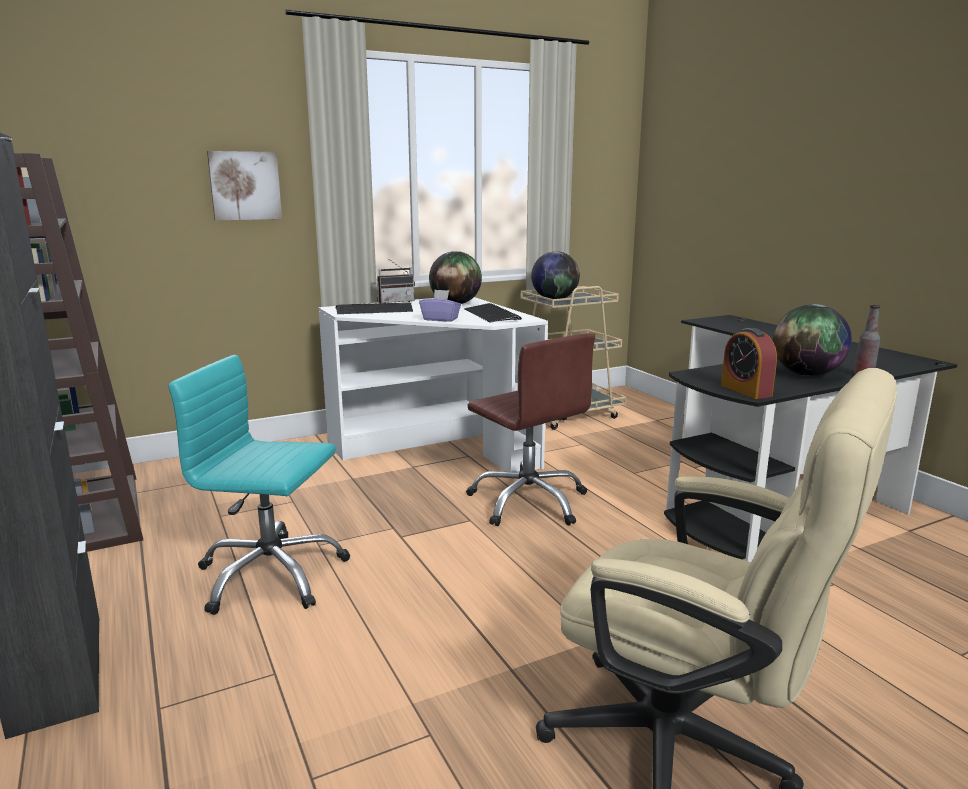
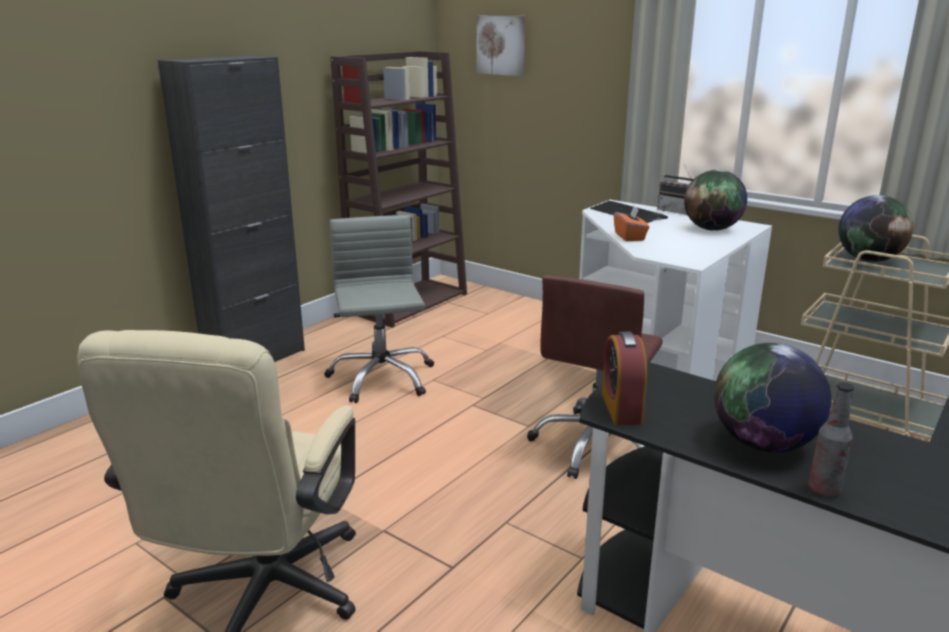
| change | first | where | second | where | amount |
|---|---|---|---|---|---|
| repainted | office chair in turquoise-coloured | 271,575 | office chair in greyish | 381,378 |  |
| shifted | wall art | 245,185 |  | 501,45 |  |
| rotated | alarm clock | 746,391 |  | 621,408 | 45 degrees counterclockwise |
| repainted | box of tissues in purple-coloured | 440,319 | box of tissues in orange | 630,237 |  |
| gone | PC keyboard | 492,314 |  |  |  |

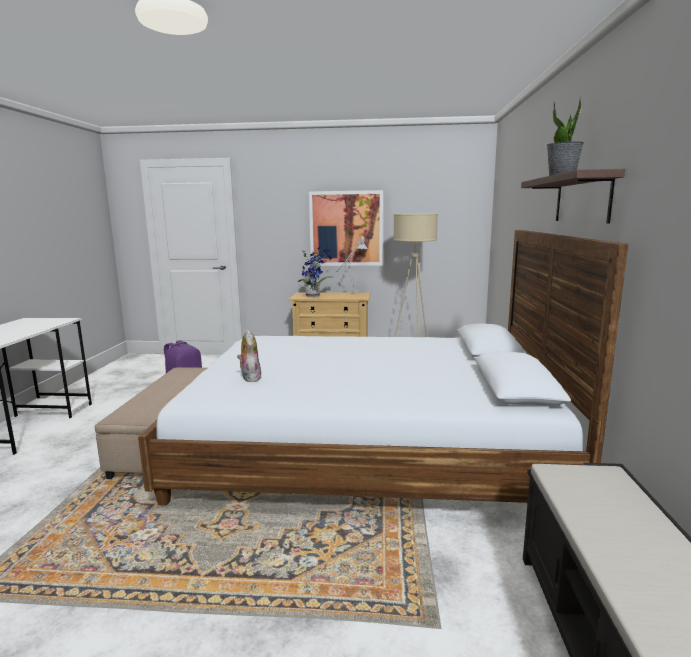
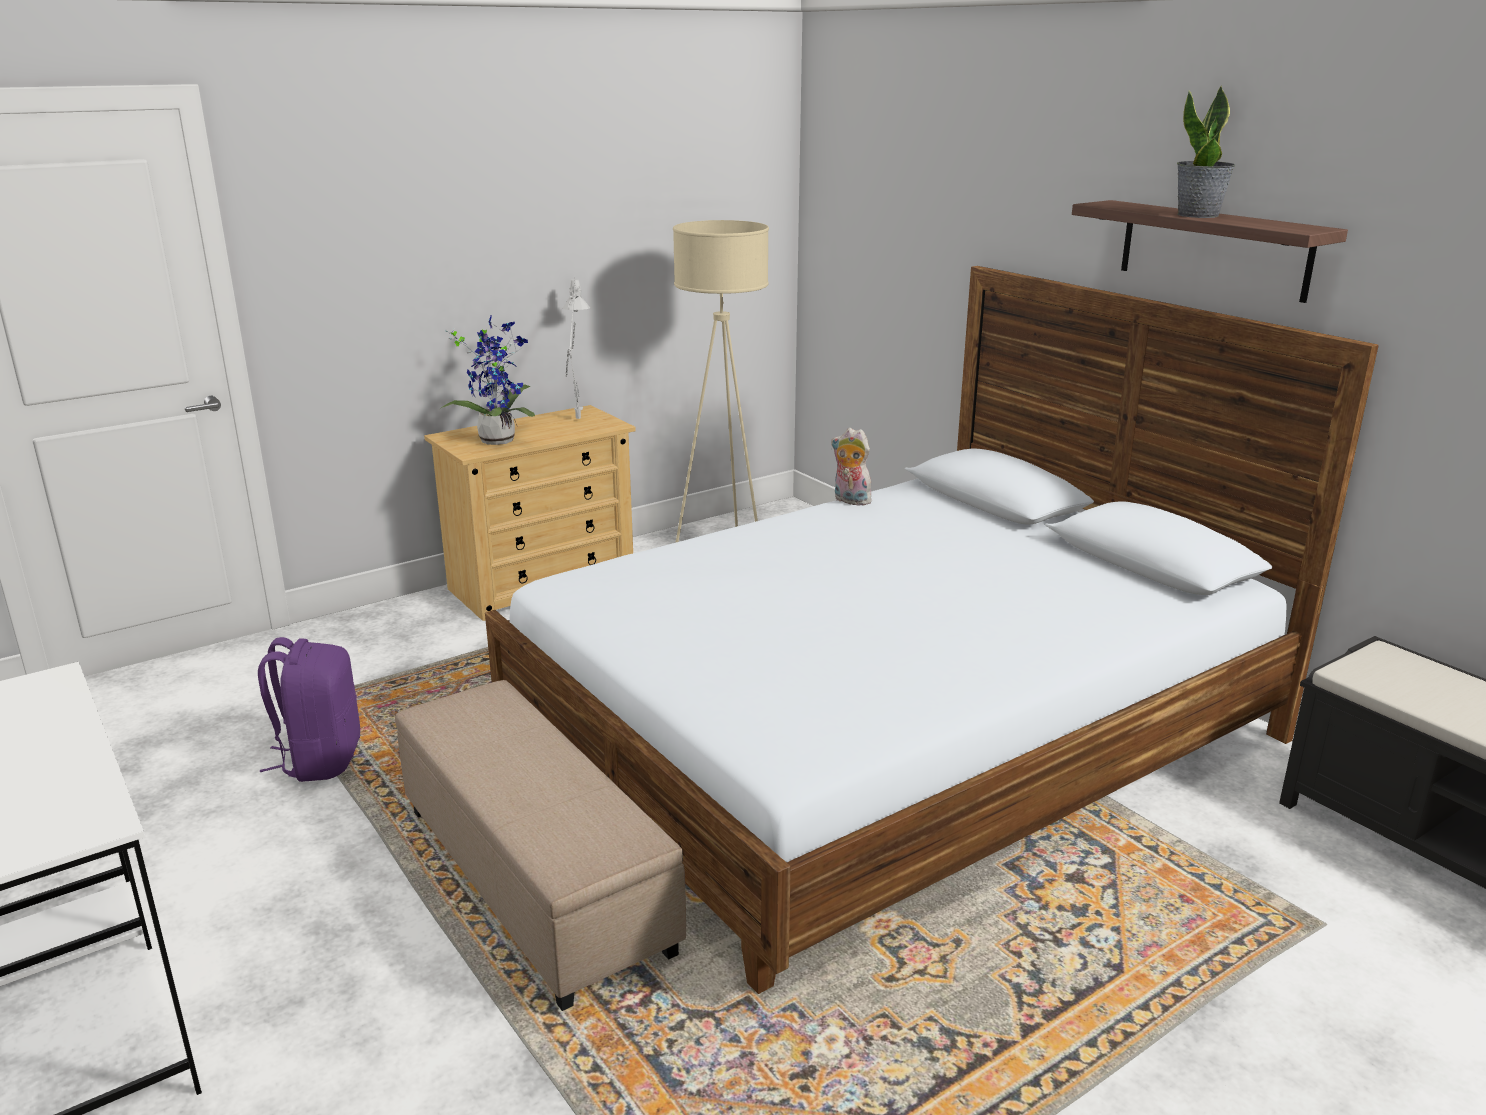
| change | first | where | second | where | amount |
|---|---|---|---|---|---|
| shifted | soft toy | 249,377 |  | 850,501 |  |
| gone | wall art | 346,228 |  |  |  |

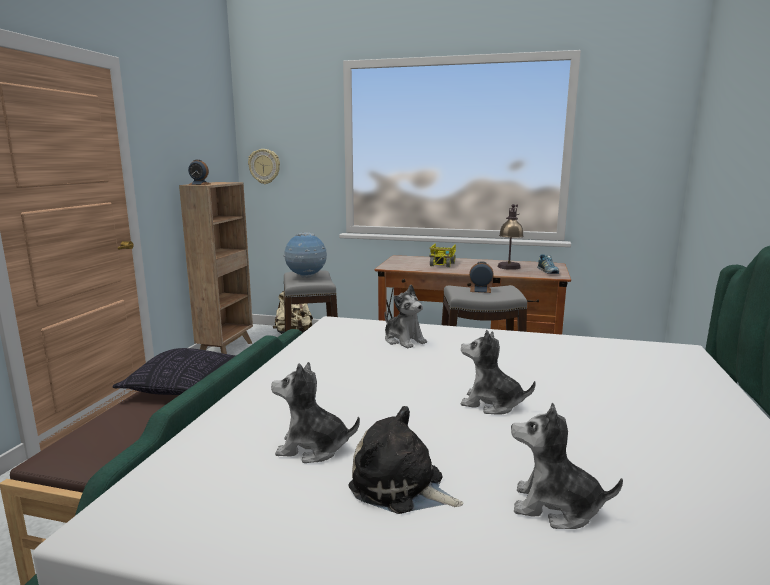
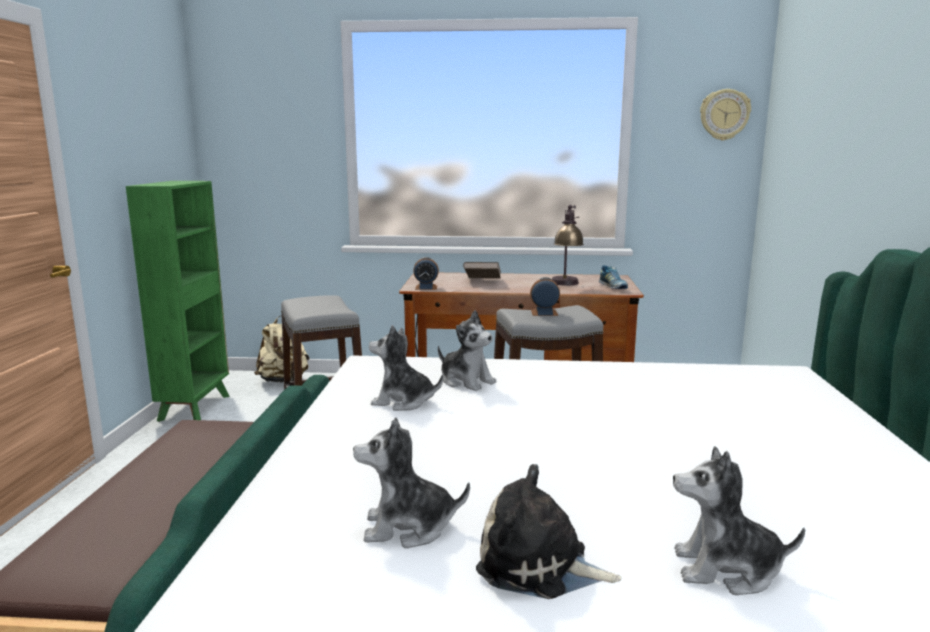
| change | first | where | second | where | amount |
|---|---|---|---|---|---|
| repainted | bookshelf in brown-coloured | 226,349 | bookshelf in green-coloured | 196,407 |  |
| shifted | soft toy | 491,404 |  | 403,402 |  |
| shifted | alarm clock | 199,184 |  | 426,287 |  |
| swapped | toy lorry | 442,264 | volume in brown-coloured | 482,282 |  |
| shifted | wall clock | 264,166 |  | 724,114 |  |
| gone | pillow | 184,386 |  |  |  |
| gone | world globe | 306,277 |  |  |  |

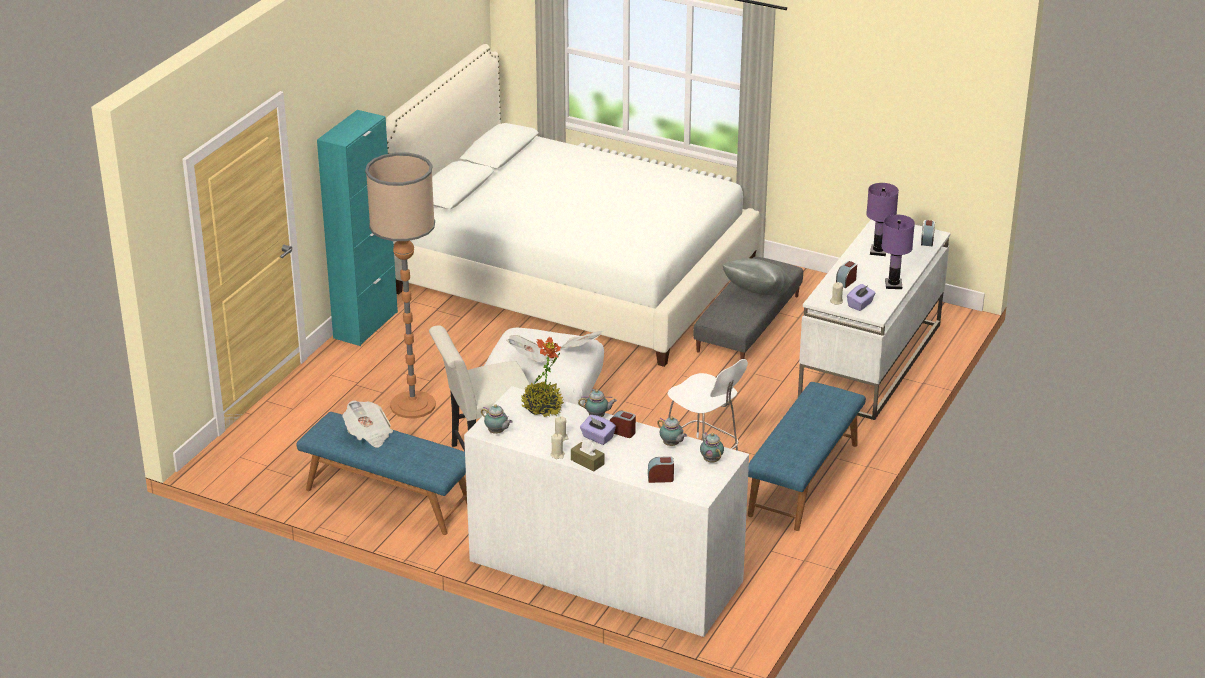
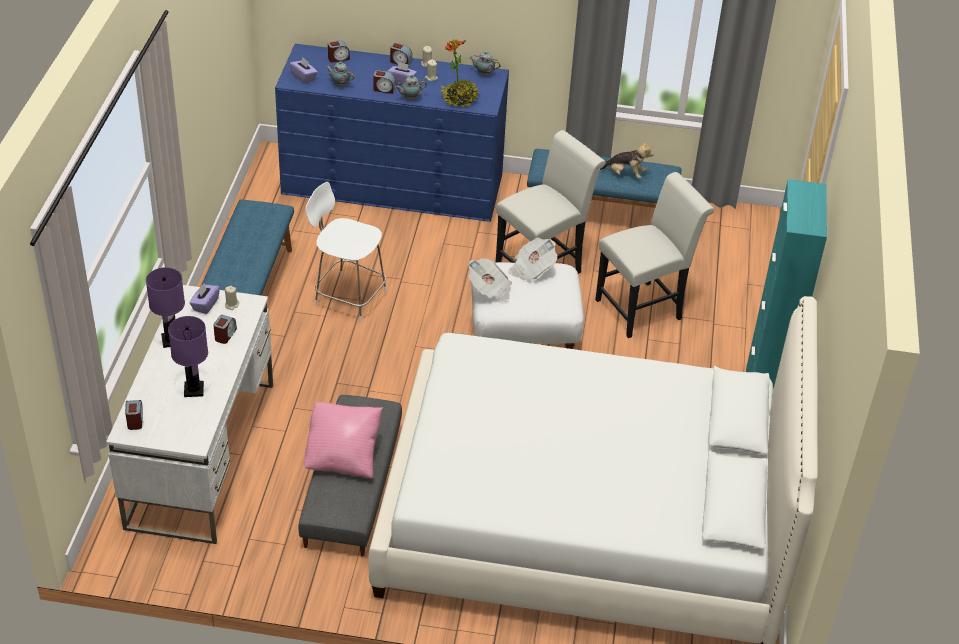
| change | first | where | second | where | amount |
|---|---|---|---|---|---|
| repainted | drawer chest in whitish | 605,570 | drawer chest in blue-coloured | 393,184 |  |
| swapped | tea pot | 711,460 | box of tissues in purple-coloured | 304,77 |  |
| repainted | pillow in greyish | 756,295 | pillow in pink-coloured | 343,456 |  |
| swapped | box of tissues in brown-coloured | 587,462 | alarm clock | 400,62 |  |
| swapped | floor lamp | 412,405 | upright chair in whitish | 644,307 |  |
| swapped | daily paper | 368,434 | soft toy | 625,174 |  |

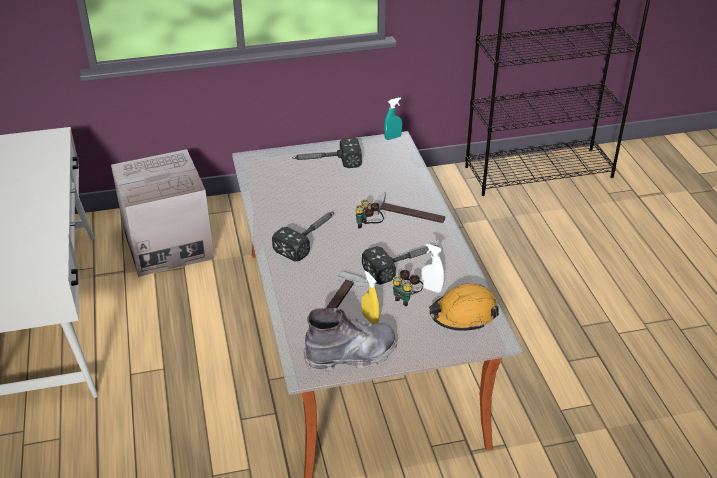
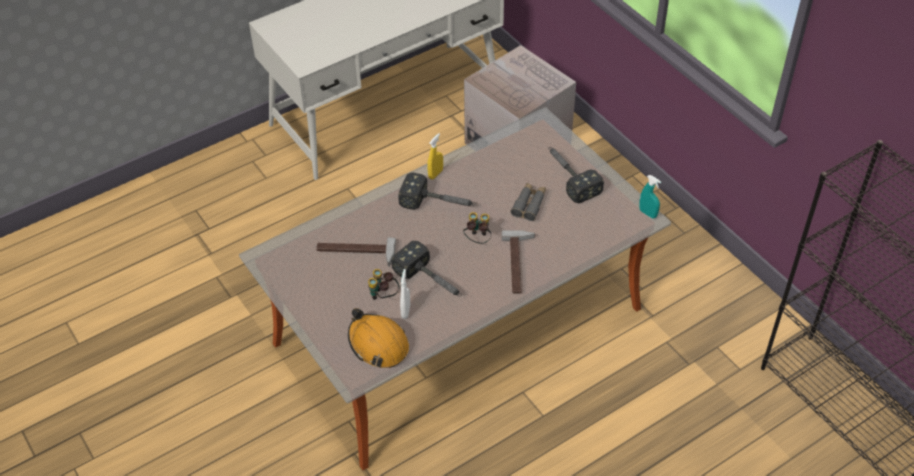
| change | first | where | second | where | amount |
|---|---|---|---|---|---|
| shifted | spray bottle in yellow-coloured | 370,319 |  | 435,174 |  |
| new |  |  | pair of binoculars in greyish | 529,204 |  |
| gone | tall boot in greyish | 351,355 |  |  |  |

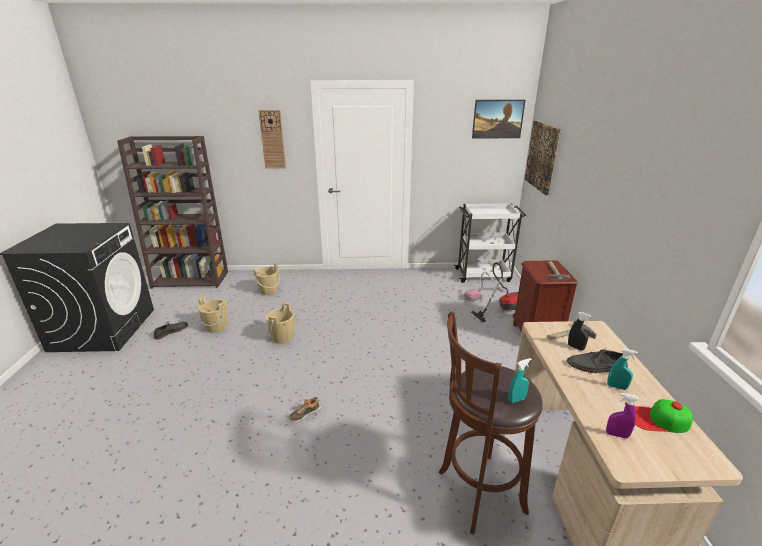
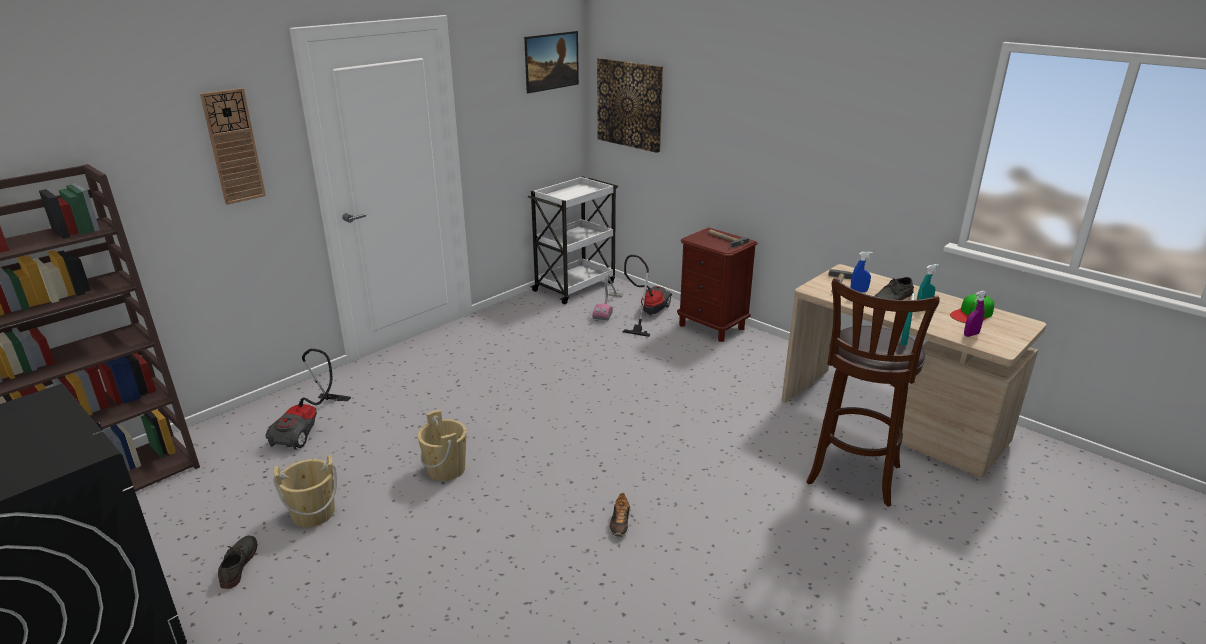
| change | first | where | second | where | amount |
|---|---|---|---|---|---|
| swapped | pail in beige-coloured | 268,290 | hoover | 309,428 |  |
| repainted | spray bottle in black-coloured | 575,347 | spray bottle in blue-coloured | 858,291 |  |

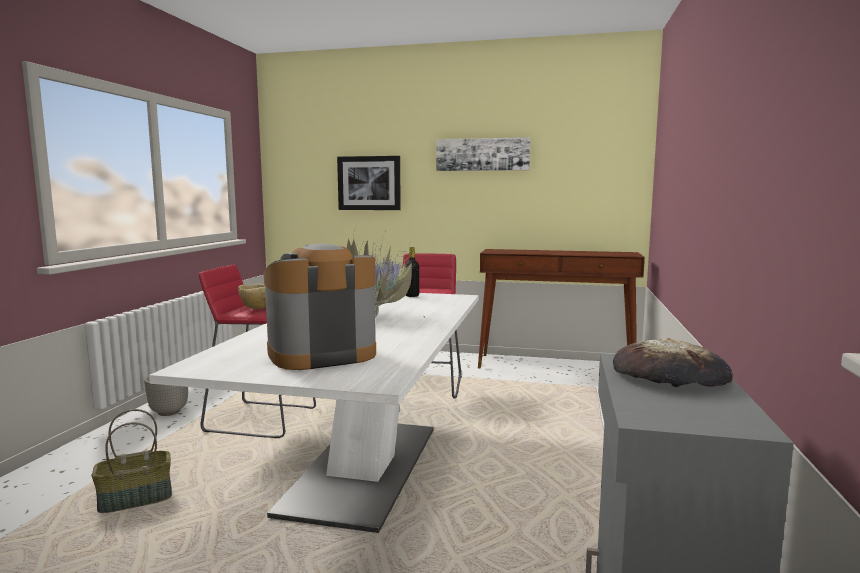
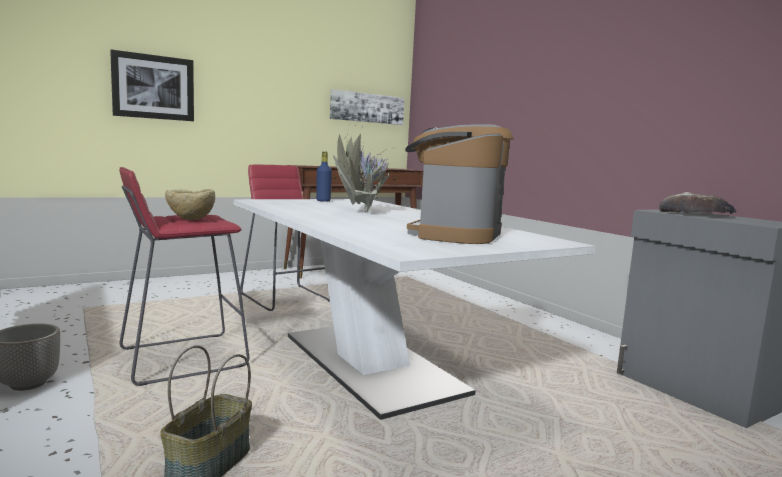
| change | first | where | second | where | amount |
|---|---|---|---|---|---|
| repainted | beverage bottle in black-coloured | 412,296 | beverage bottle in blue-coloured | 323,200 |  |
| shifted | wall art | 482,154 |  | 367,108 |  |

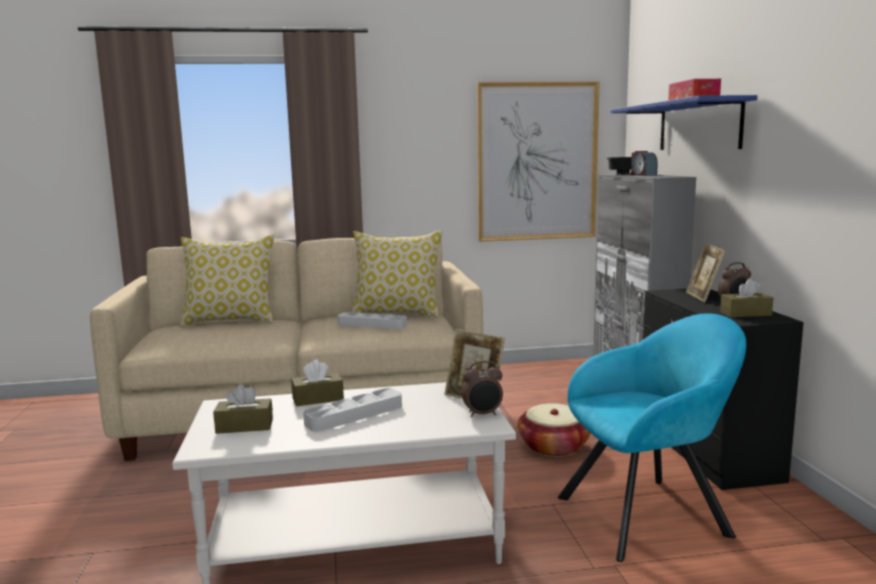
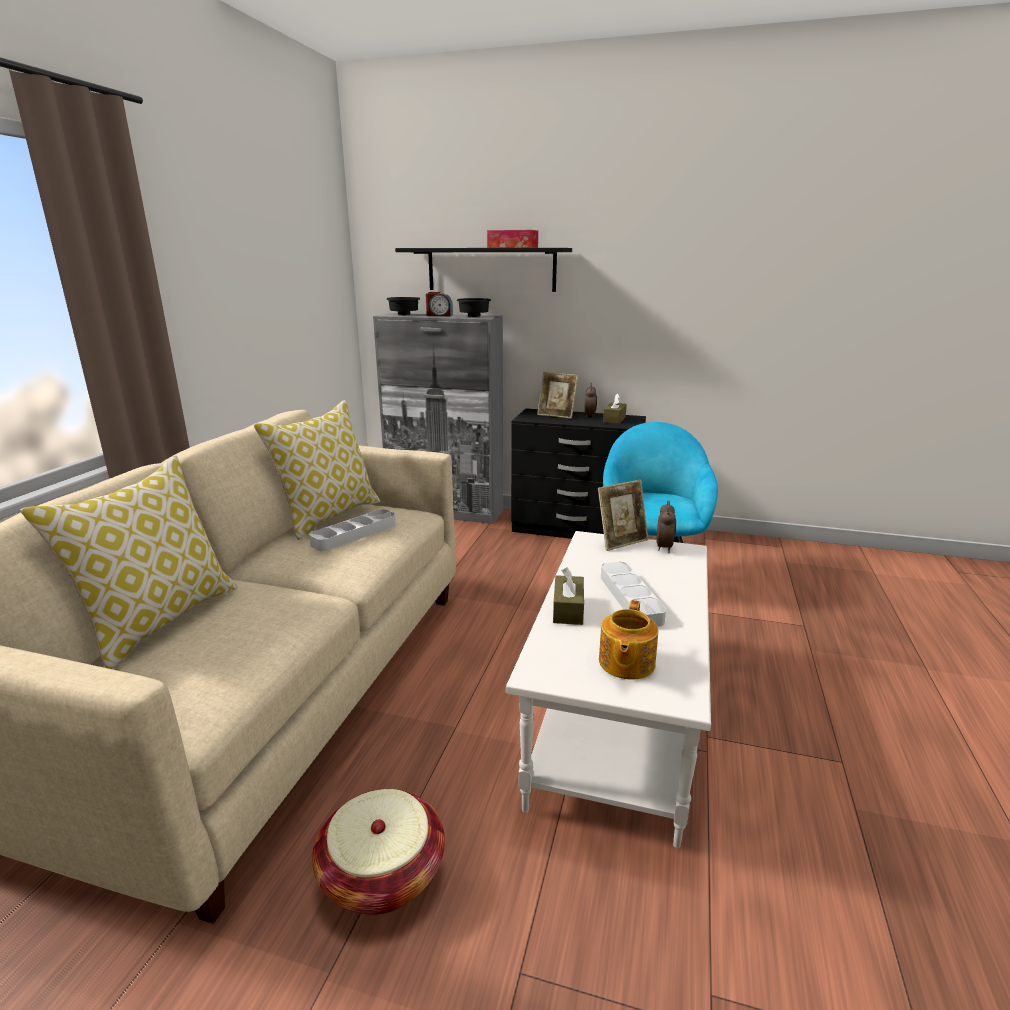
| change | first | where | second | where | amount |
|---|---|---|---|---|---|
| shifted | household basket | 554,447 |  | 382,874 |  |
| repainted | shelf in blue-coloured | 698,126 | shelf in black-coloured | 491,269 |  |
| new |  |  | deep dish in black-coloured | 472,316 |  |
| swapped | box of tissues in brown-coloured | 244,426 | tea pot | 625,663 |  |
| gone | wall art | 537,162 |  |  |  |

